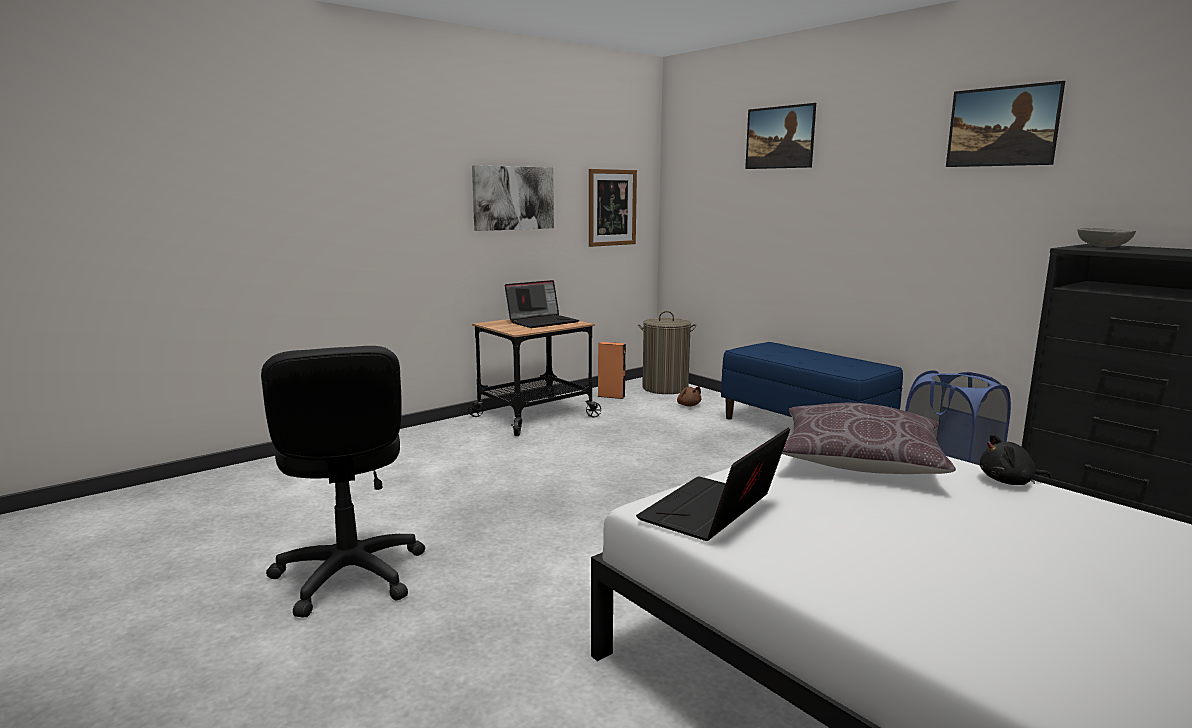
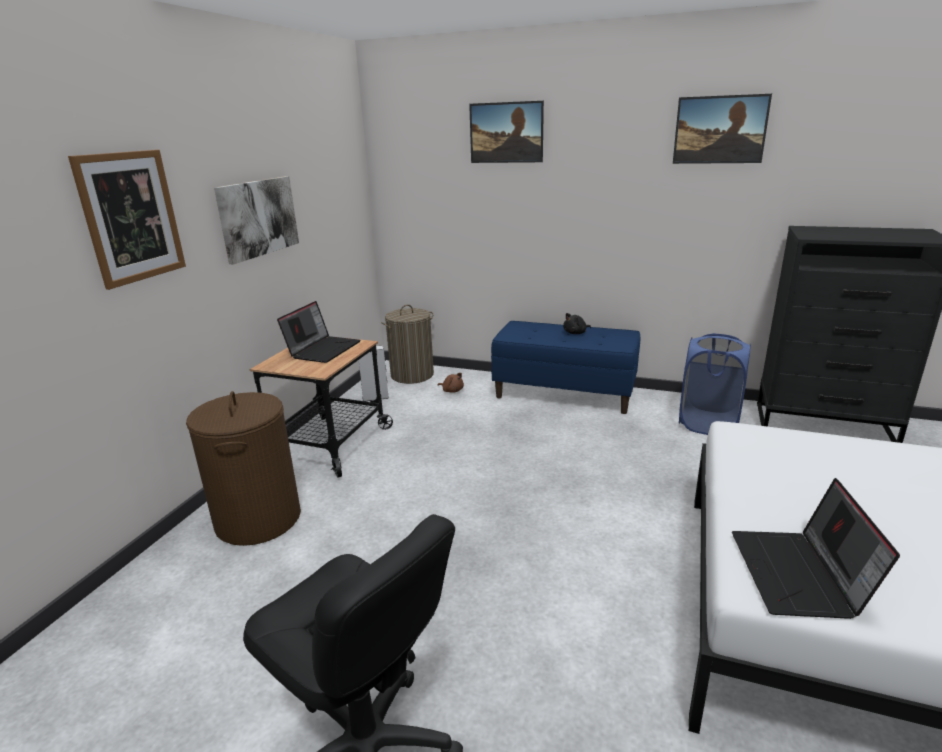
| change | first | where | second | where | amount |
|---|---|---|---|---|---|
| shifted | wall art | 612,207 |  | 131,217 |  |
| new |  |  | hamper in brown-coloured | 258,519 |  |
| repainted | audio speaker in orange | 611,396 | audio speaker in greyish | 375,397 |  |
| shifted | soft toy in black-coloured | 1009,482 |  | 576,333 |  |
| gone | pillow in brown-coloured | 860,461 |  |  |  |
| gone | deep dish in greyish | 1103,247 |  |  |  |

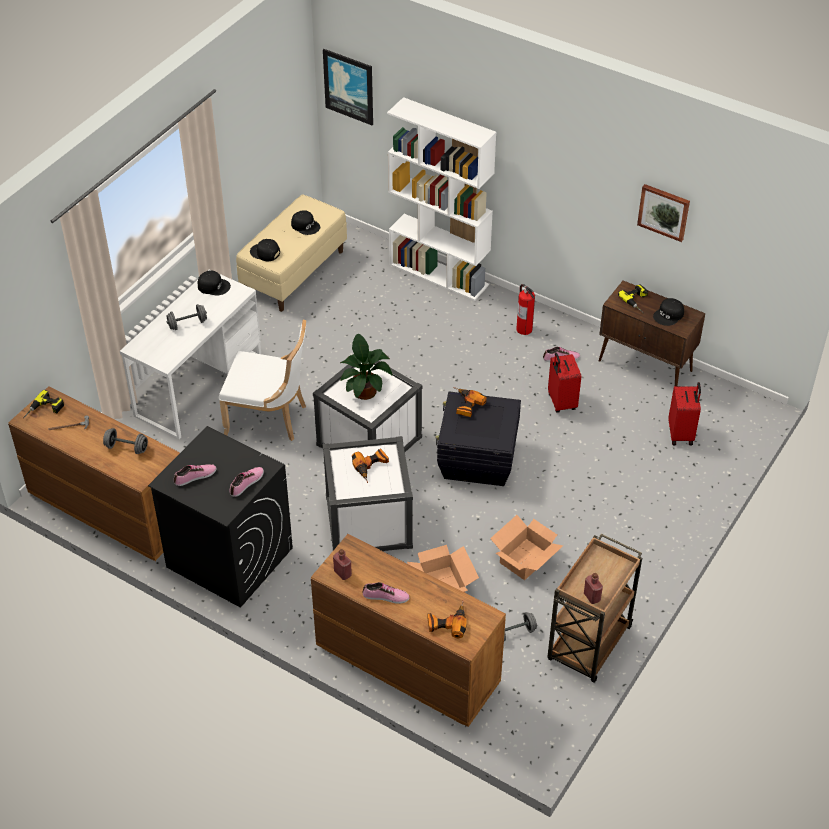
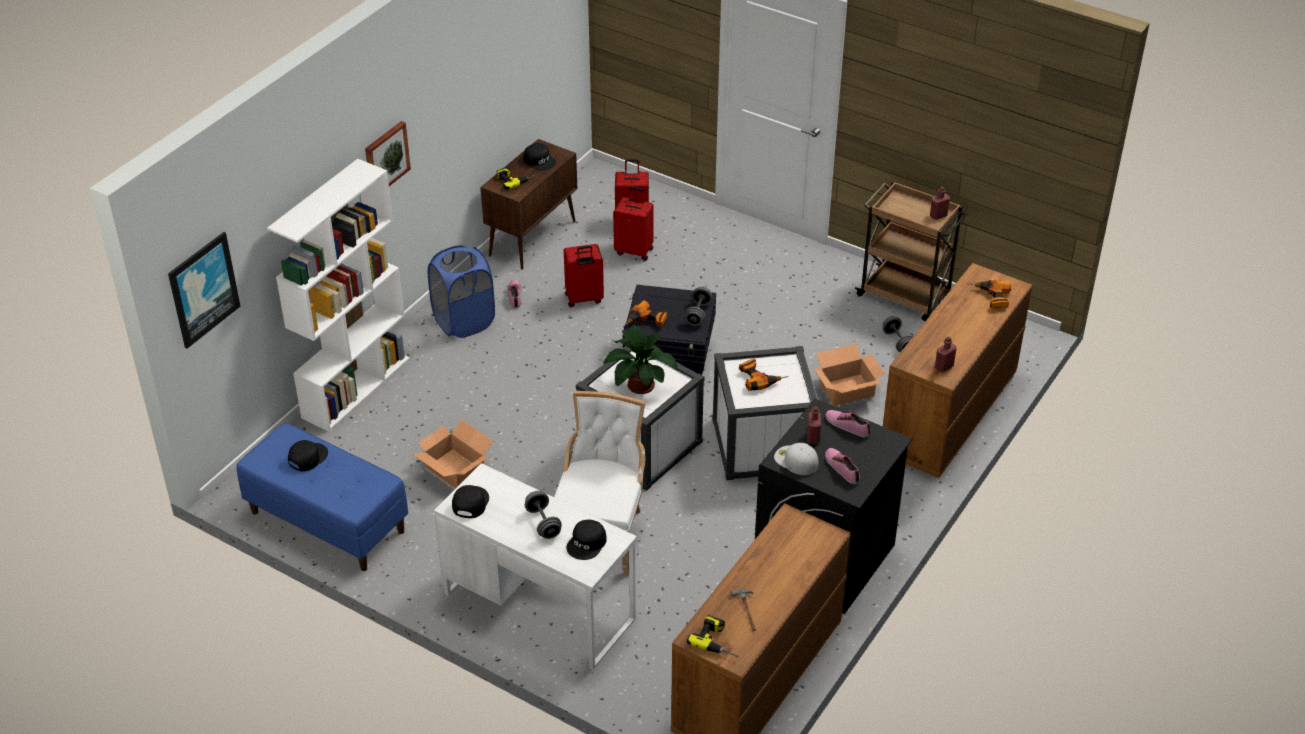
| change | first | where | second | where | amount |
|---|---|---|---|---|---|
| repainted | bench in beige-coloured | 294,272 | bench in blue-coloured | 326,522 |  |
| shifted | wall art | 664,211 |  | 386,158 |  |
| shifted | carton | 526,559 |  | 455,469 |  |
| swapped | extinguisher | 524,329 | hamper in blue-coloured | 464,321 |  |
| shifted | baseball cap in black-coloured | 265,253 |  | 587,543 |  |
| new |  |  | travel case in red | 634,251 |  |
| shifted | hand weight in greyish | 126,448 |  | 698,314 |  |
| new |  |  | baseball cap in whitish | 795,460 |  |
| new |  |  | beverage bottle in red | 813,438 |  |
| gone | low shoe | 385,597 |  |  |  |

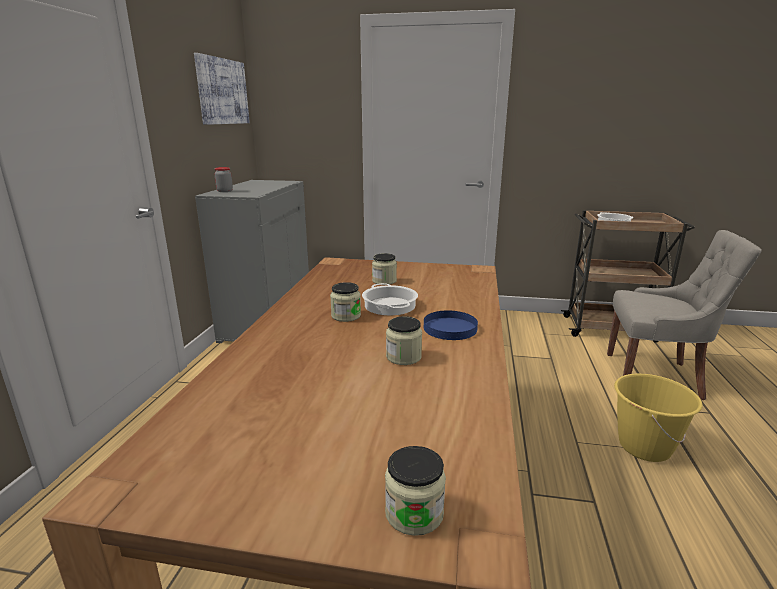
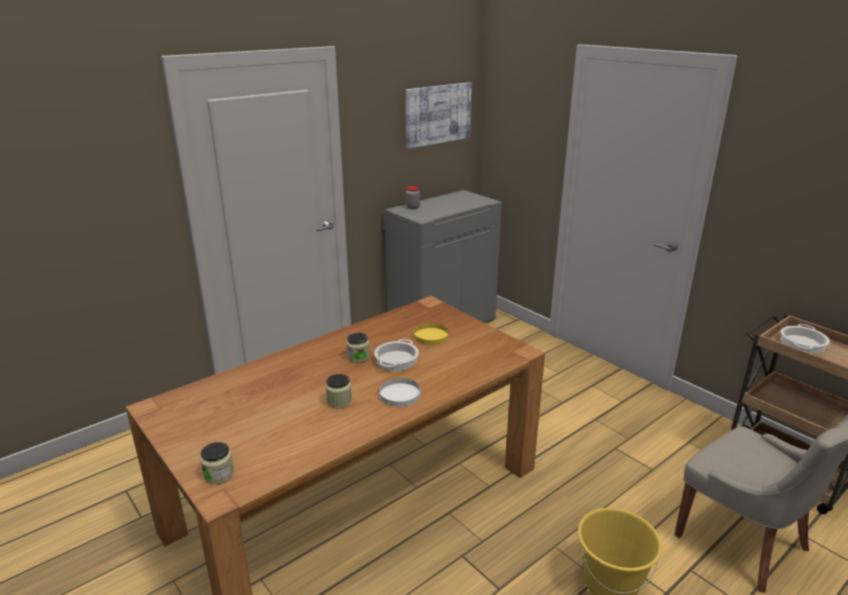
| change | first | where | second | where | amount |
|---|---|---|---|---|---|
| repainted | flat dish in blue-coloured | 450,328 | flat dish in whitish | 400,395 |  |
| swapped | preserve jar | 384,281 | flat dish in yellow-coloured | 431,336 |  |

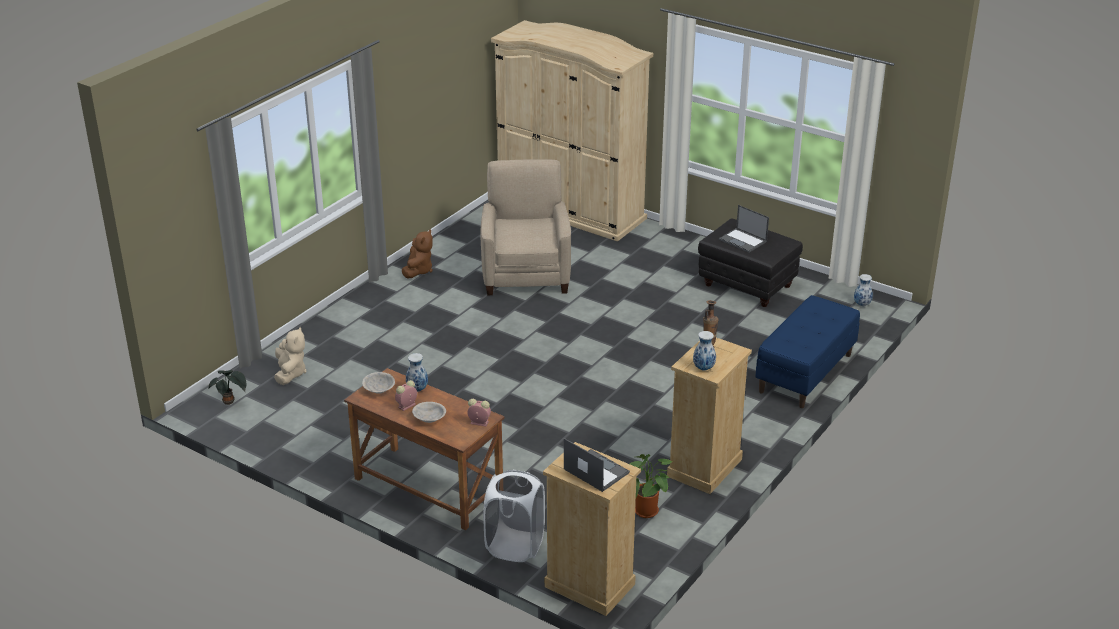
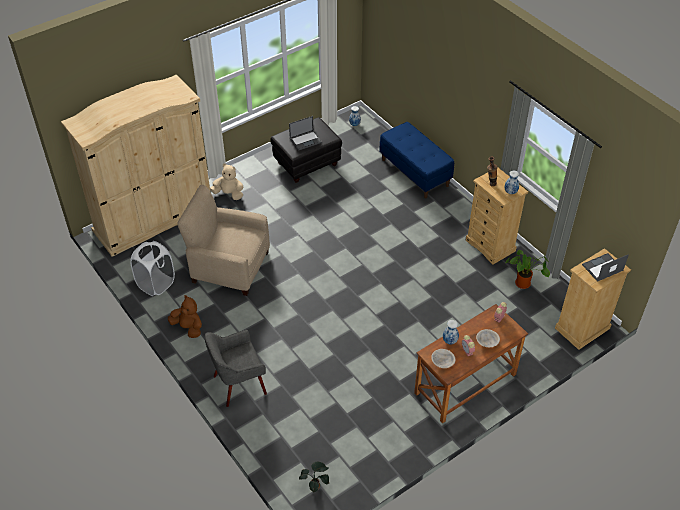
| change | first | where | second | where | amount |
|---|---|---|---|---|---|
| shifted | hamper in whitish | 515,546 |  | 156,284 |  |
| new |  |  | armchair in greyish | 238,384 |  |
| shifted | soft toy in beige-coloured | 290,373 |  | 229,194 |  |

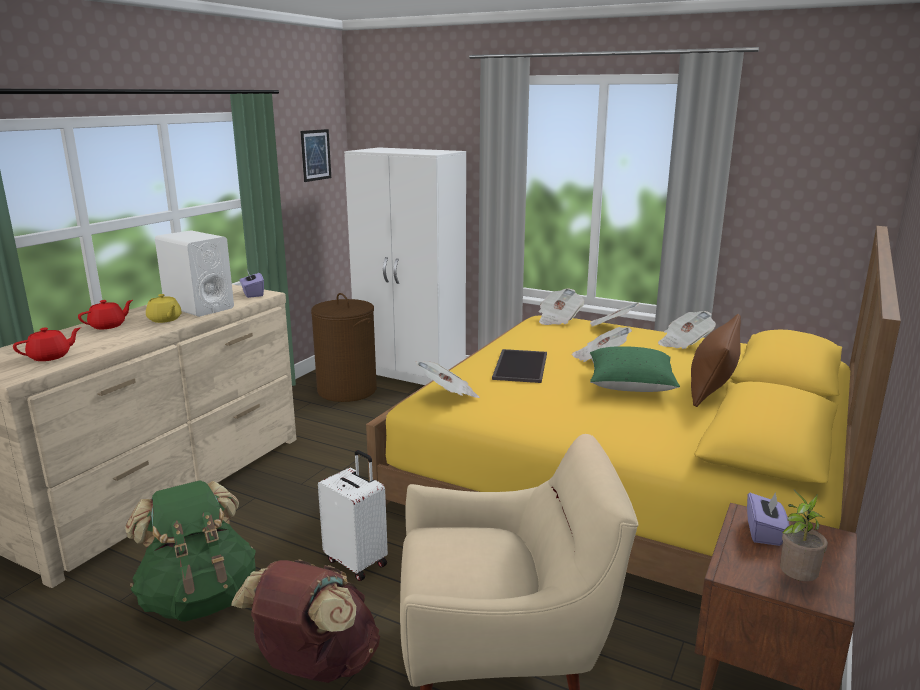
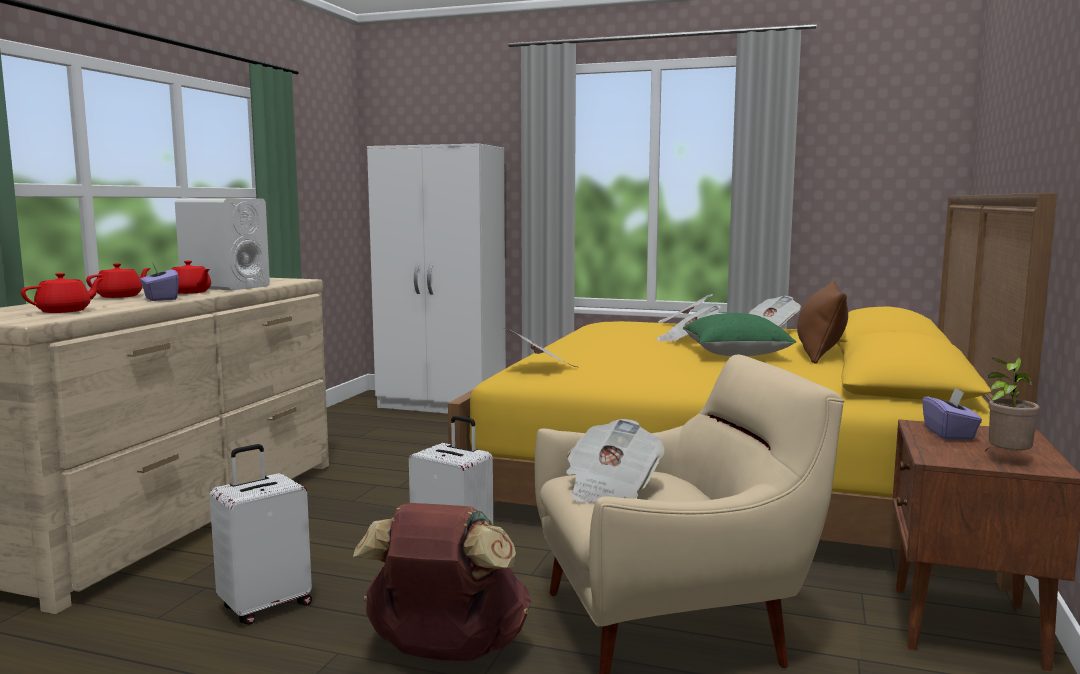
| change | first | where | second | where | amount |
|---|---|---|---|---|---|
| shifted | box of tissues in purple-coloured | 252,294 |  | 160,299 |  |
| repainted | tea pot in yellow-coloured | 165,319 | tea pot in red | 190,292 |  |
| swapped | rucksack in green-coloured | 199,597 | travel case in whitish | 265,606 |  |
| shifted | daily paper | 558,319 |  | 610,488 |  |
| gone | wall art | 315,155 |  |  |  |
| gone | hamper in brown-coloured | 347,390 |  |  |  |
| gone | serving tray | 519,366 |  |  |  |

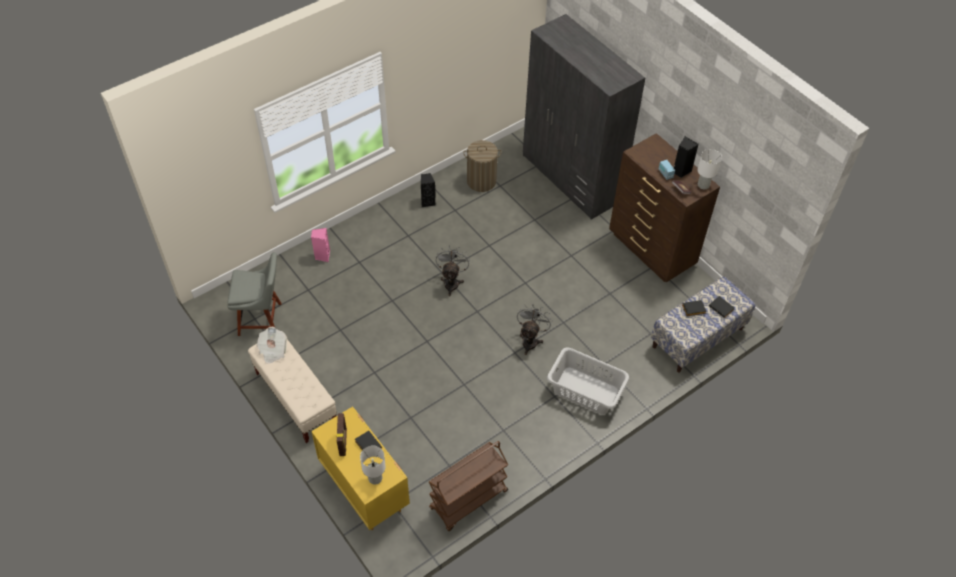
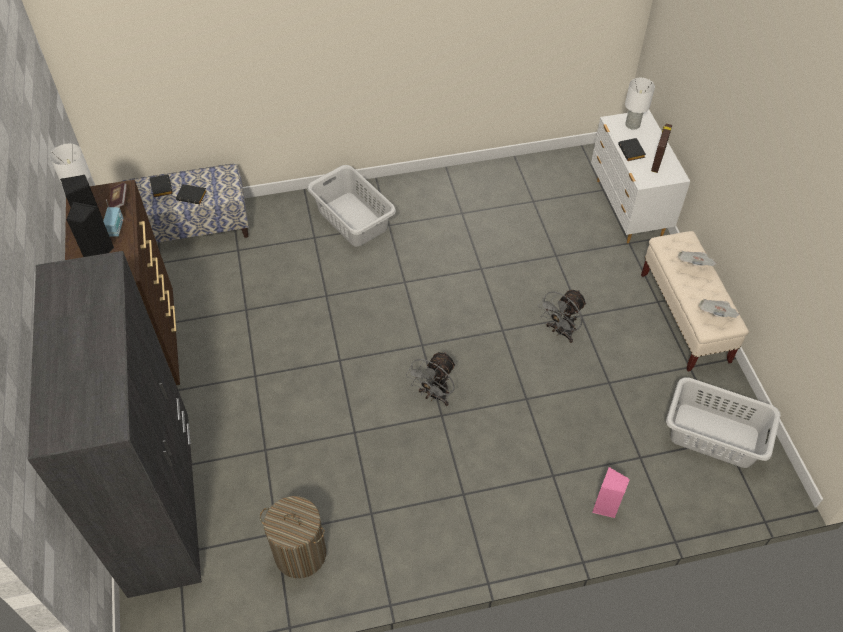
| change | first | where | second | where | amount |
|---|---|---|---|---|---|
| shifted | audio speaker in black-coloured | 427,202 |  | 97,253 |  |
| shifted | cooling fan in greyish | 531,340 |  | 560,332 |  |
| repainted | drawer chest in yellow-coloured | 364,488 | drawer chest in whitish | 628,209 |  |
| swapped | upright chair in greyish | 262,319 | hamper in greyish | 713,435 |  |
| new |  |  | daily paper | 694,265 |  |
| gone | cart in brown-coloured | 468,500 |  |  |  |

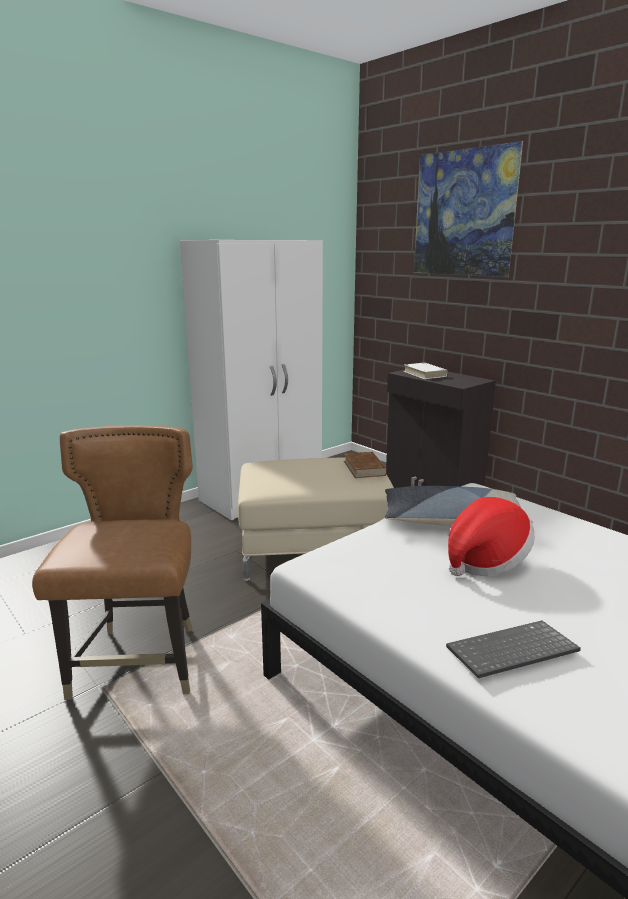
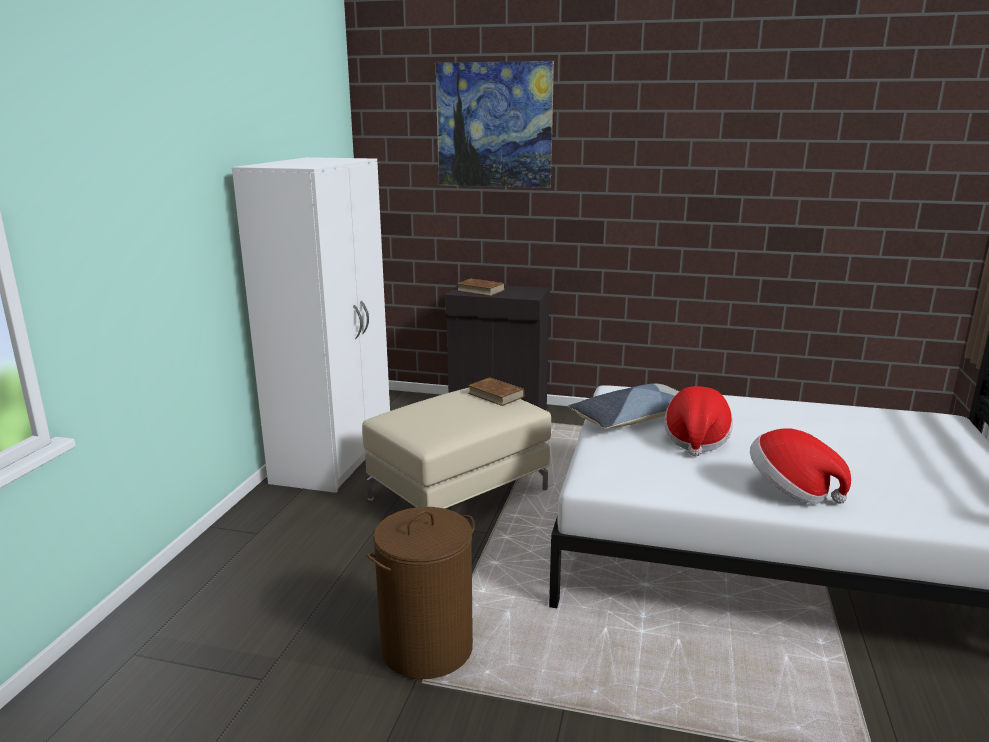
| change | first | where | second | where | amount |
|---|---|---|---|---|---|
| swapped | upright chair in brown-coloured | 140,662 | hamper in brown-coloured | 427,647 |  |
| repainted | volume in whitish | 424,374 | volume in brown-coloured | 480,290 |  |
| swapped | PC keyboard | 512,653 | hat | 791,490 |  |

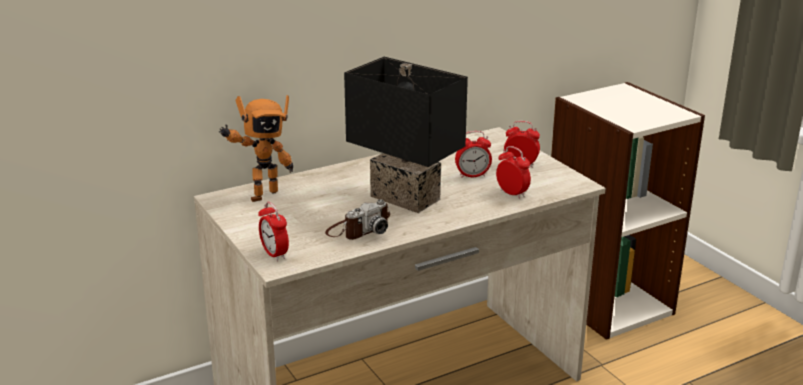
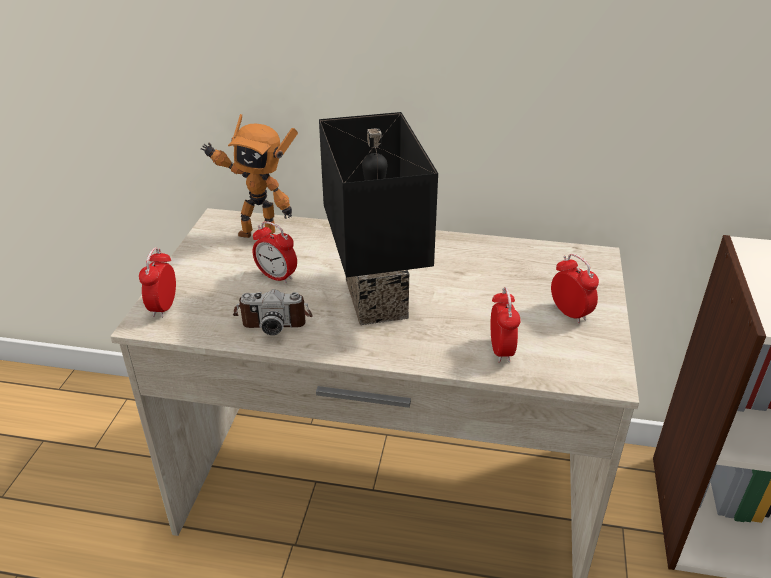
| change | first | where | second | where | amount |
|---|---|---|---|---|---|
| shifted | alarm clock | 472,175 |  | 277,277 |  |

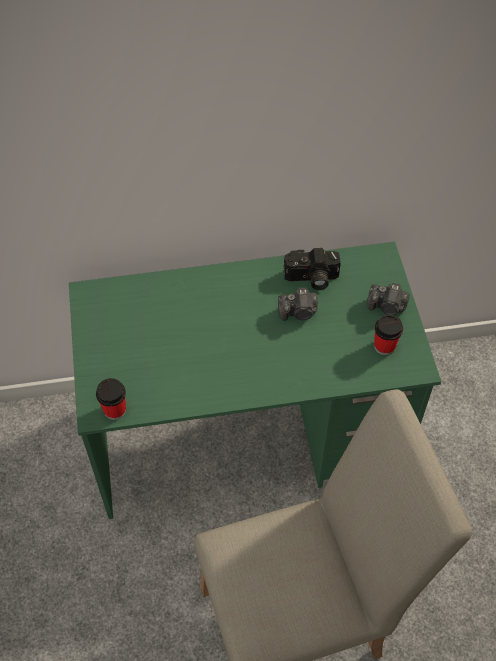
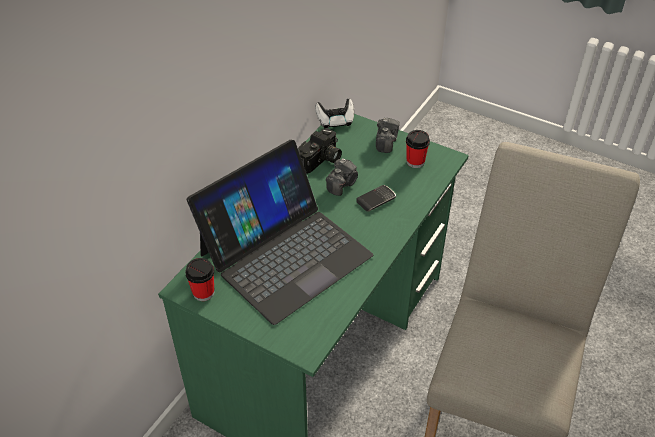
| change | first | where | second | where | amount |
|---|---|---|---|---|---|
| shifted | small cup | 115,410 |  | 203,292 |  |
| new |  |  | portable computer | 284,254 |  |
| new |  |  | joypad | 335,121 |  |
| new |  |  | telephone | 376,200 |  |
| rotated | still camera | 387,307 |  | 385,142 | 45 degrees counterclockwise |

